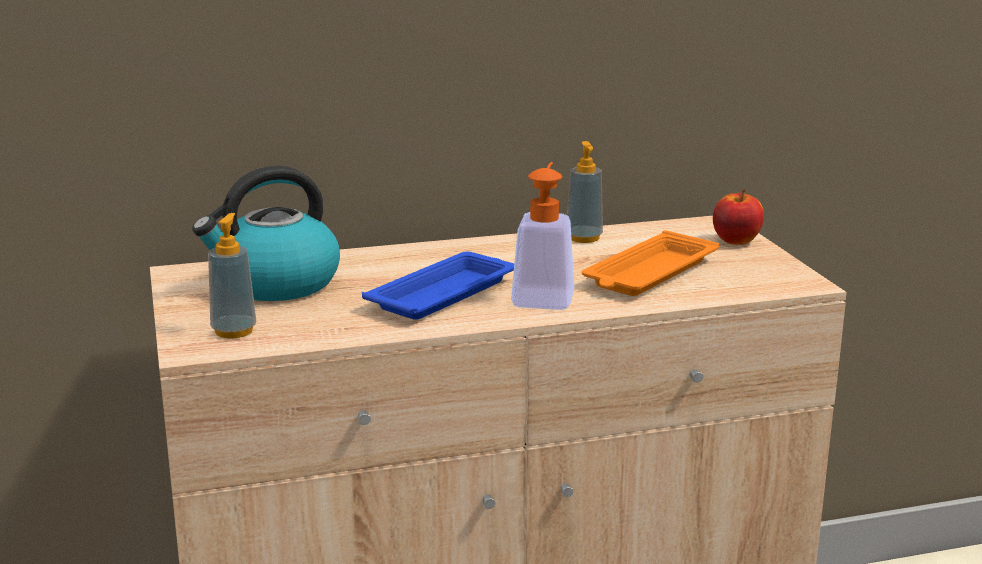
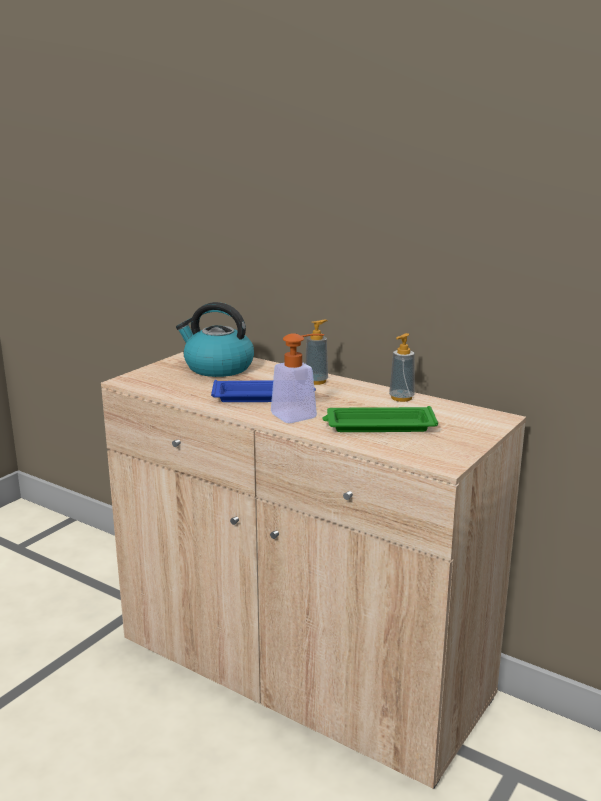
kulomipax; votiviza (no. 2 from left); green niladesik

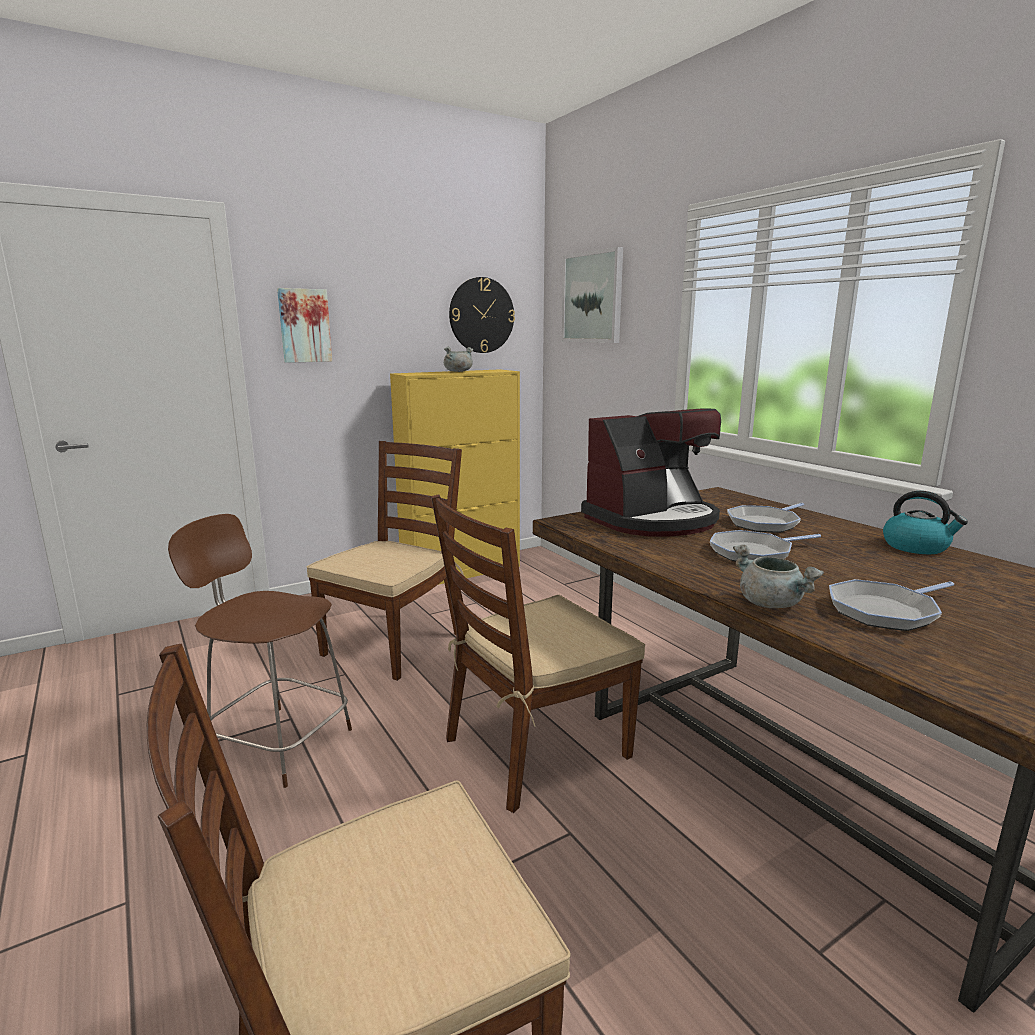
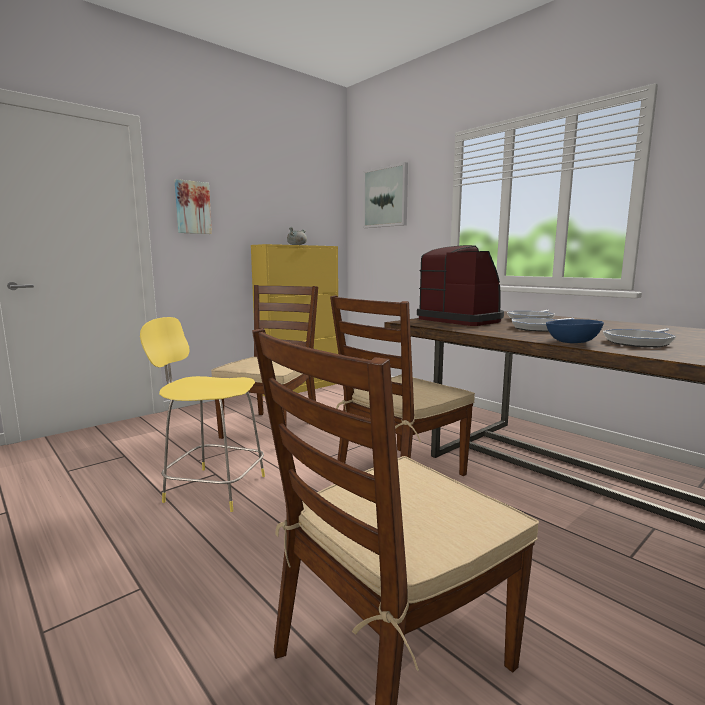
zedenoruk; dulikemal; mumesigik; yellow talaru; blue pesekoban

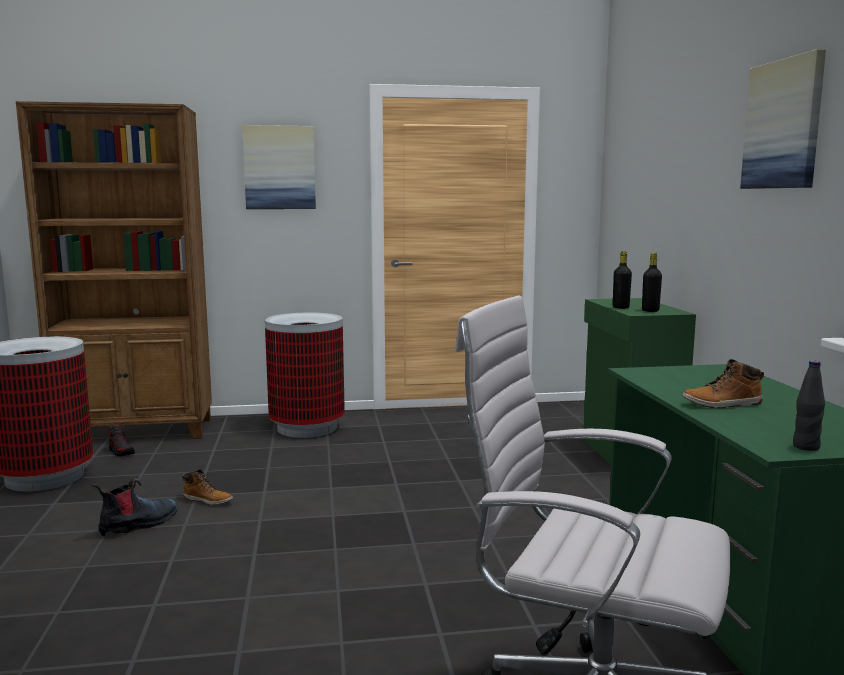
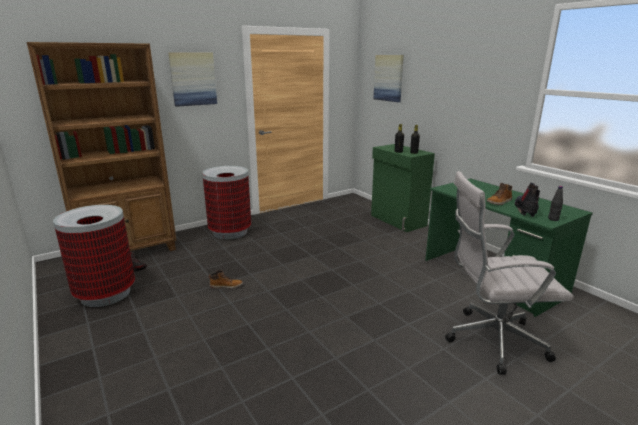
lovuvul (no. 2 from left); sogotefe (no. 3 from left)

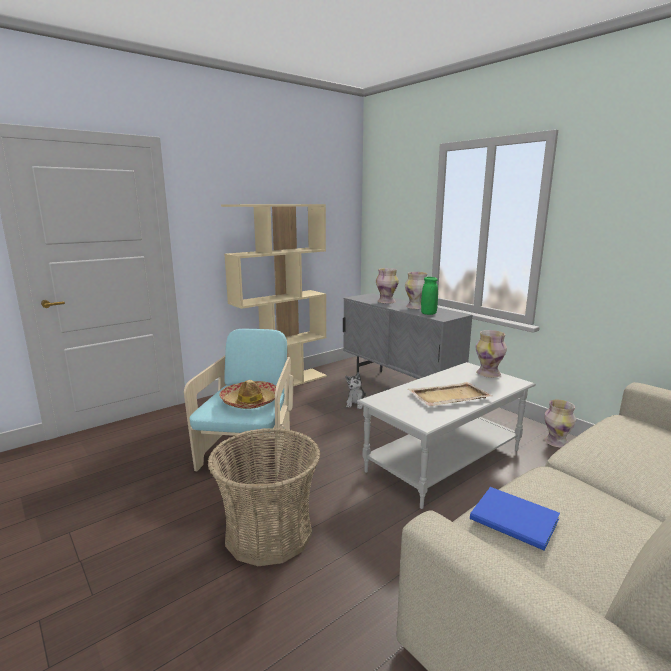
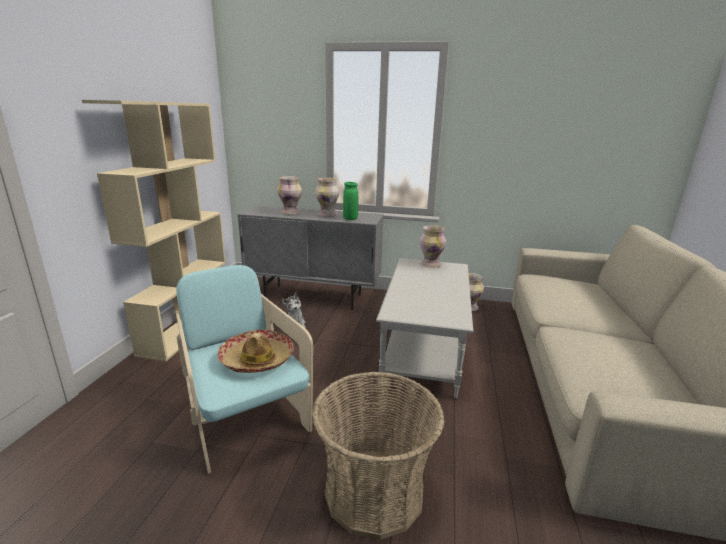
beige niladesik; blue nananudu

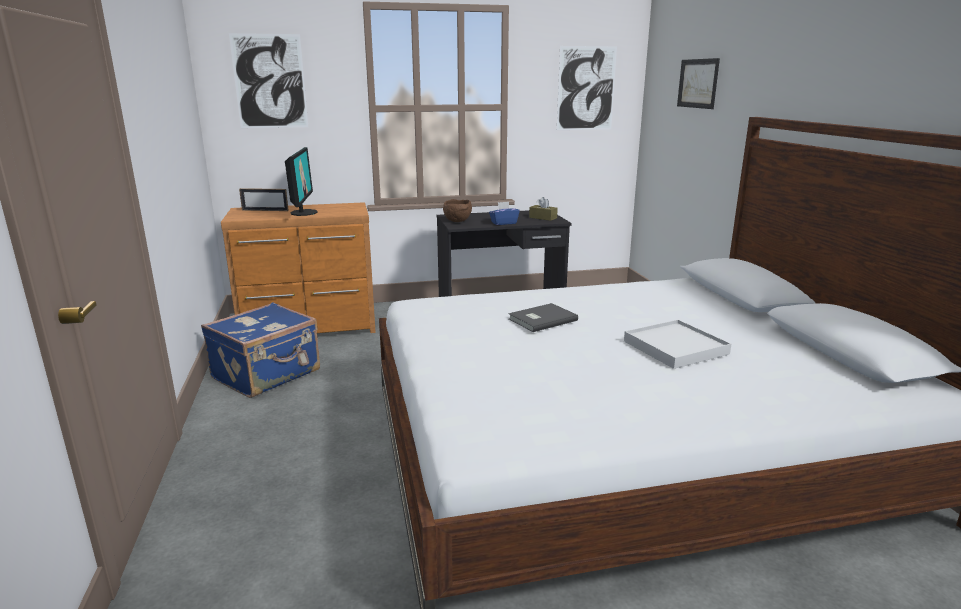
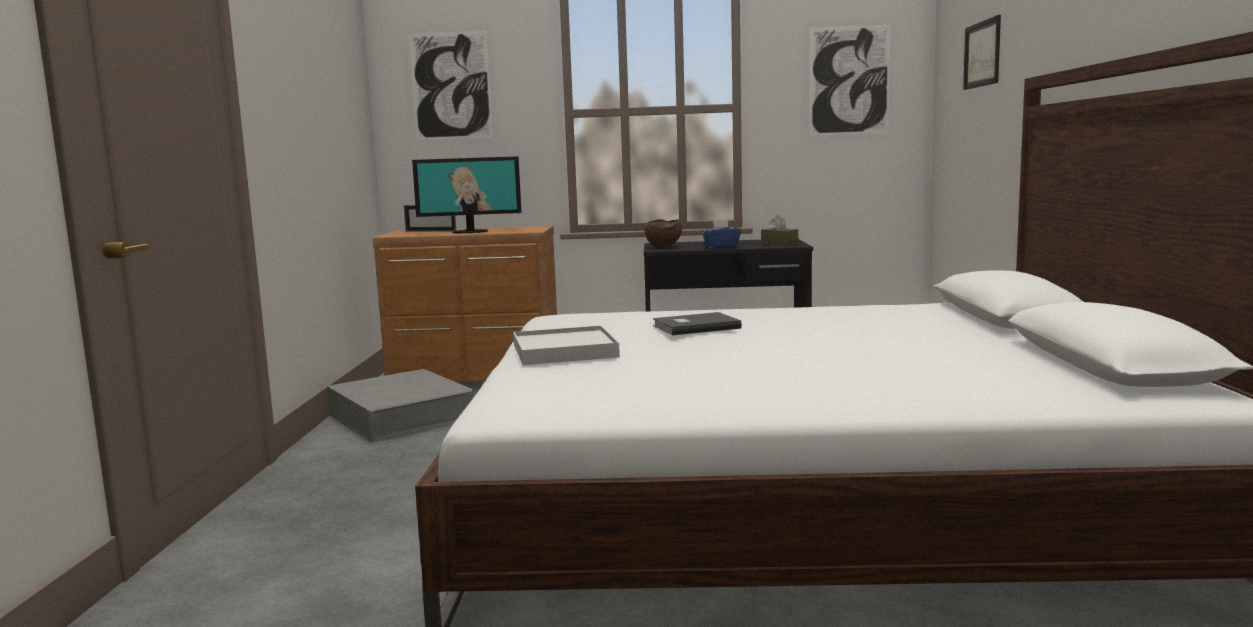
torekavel; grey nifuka; white niladesik

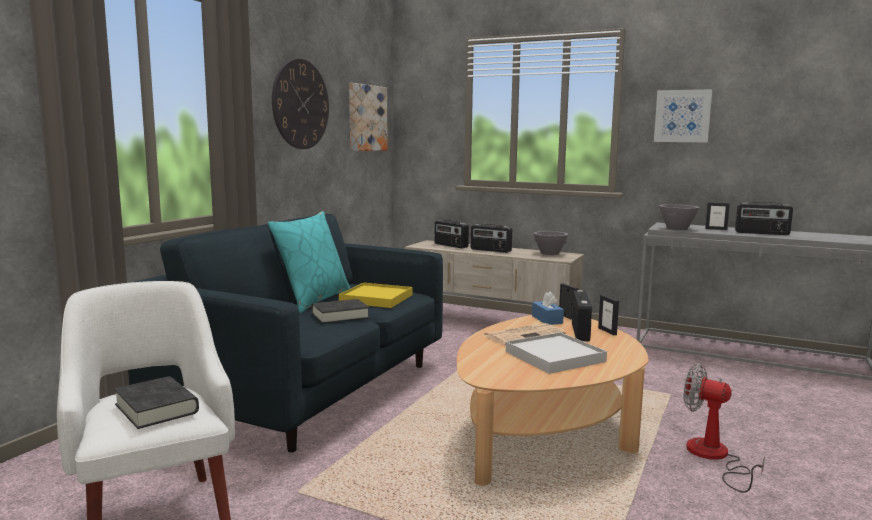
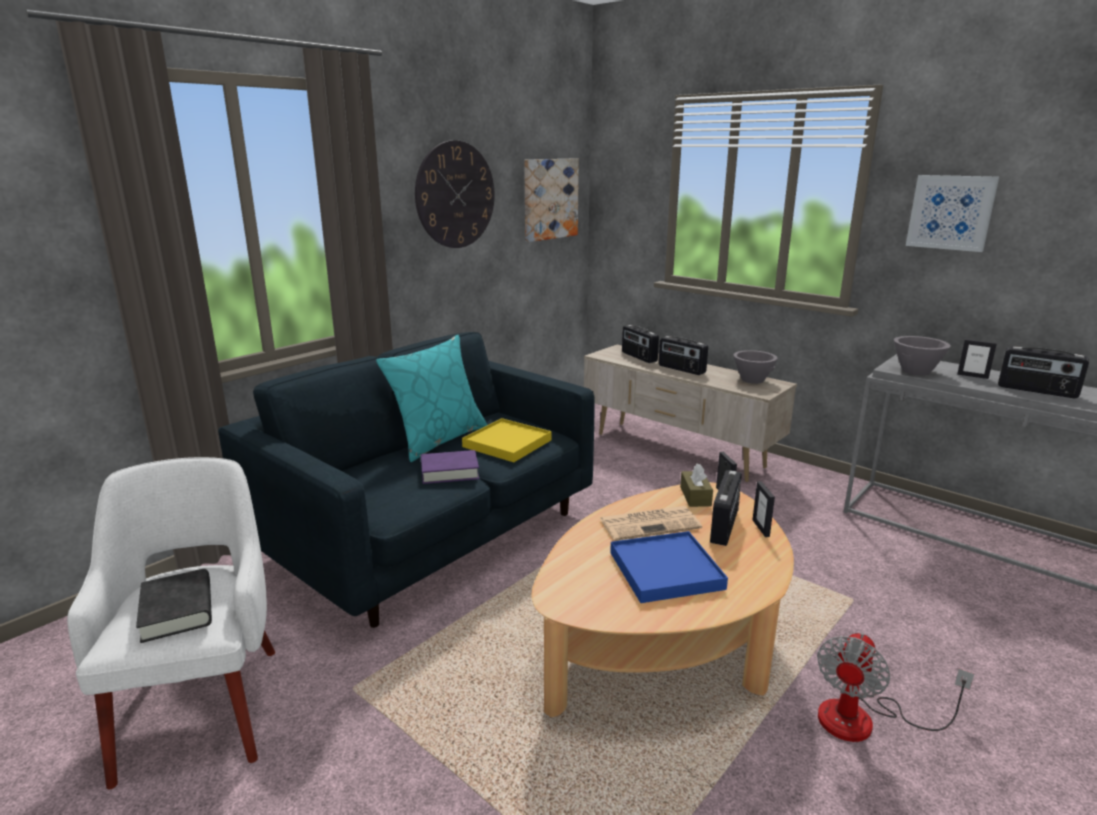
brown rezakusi; purple nananudu; blue niladesik; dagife

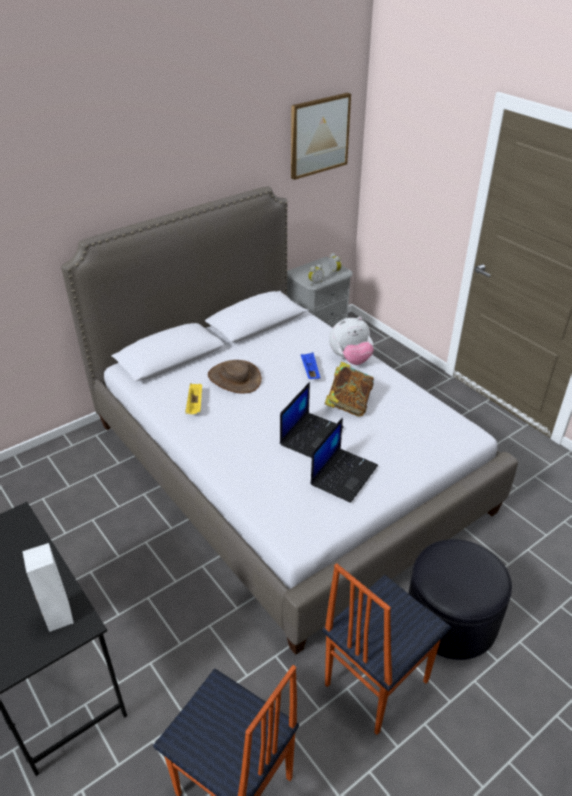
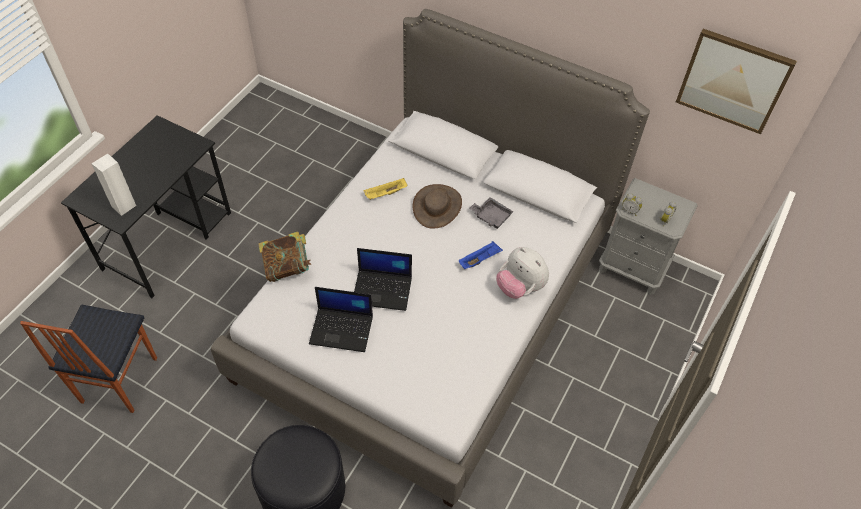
nananudu; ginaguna (no. 2 from left in the first image); grey niladesik

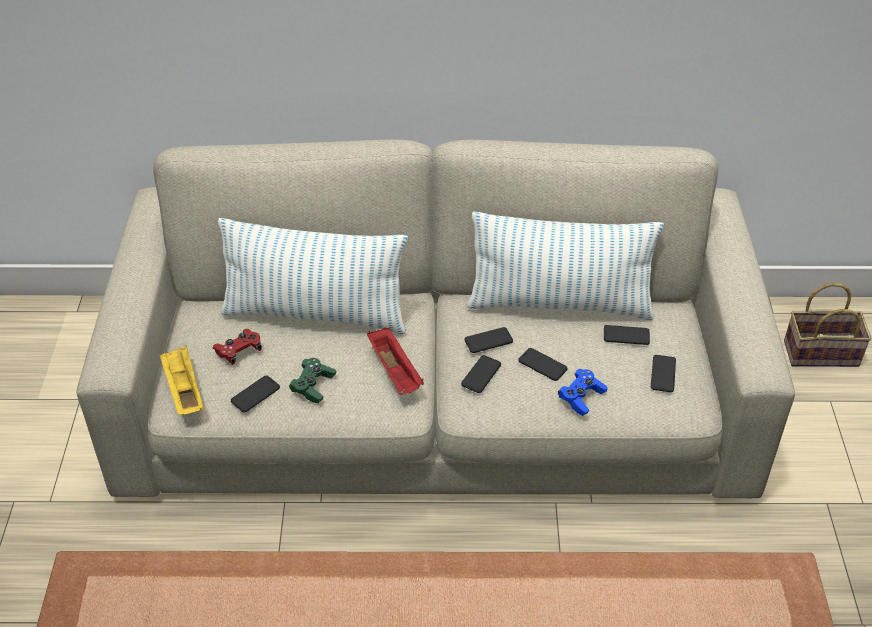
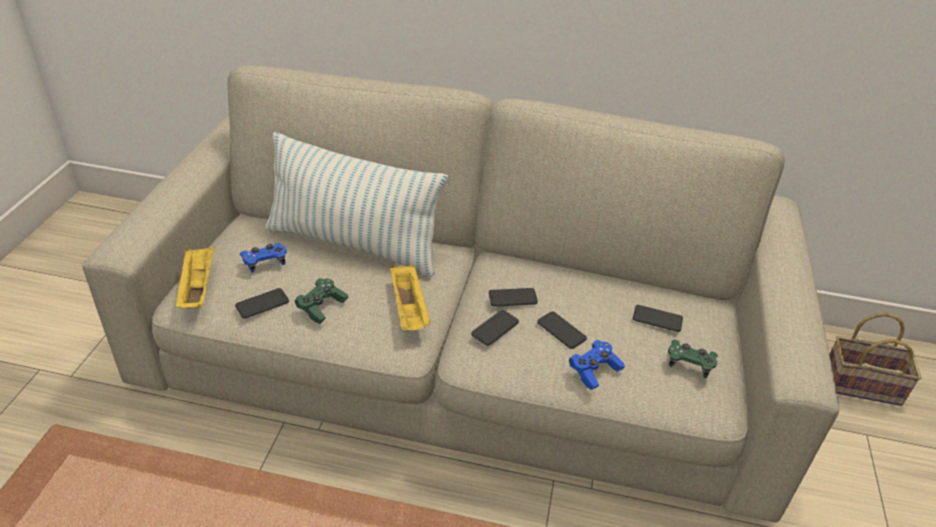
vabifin (no. 2 from left in the first image); yellow niladesik (no. 2 from left); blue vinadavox (no. 1 from left); green vinadavox (no. 2 from left)

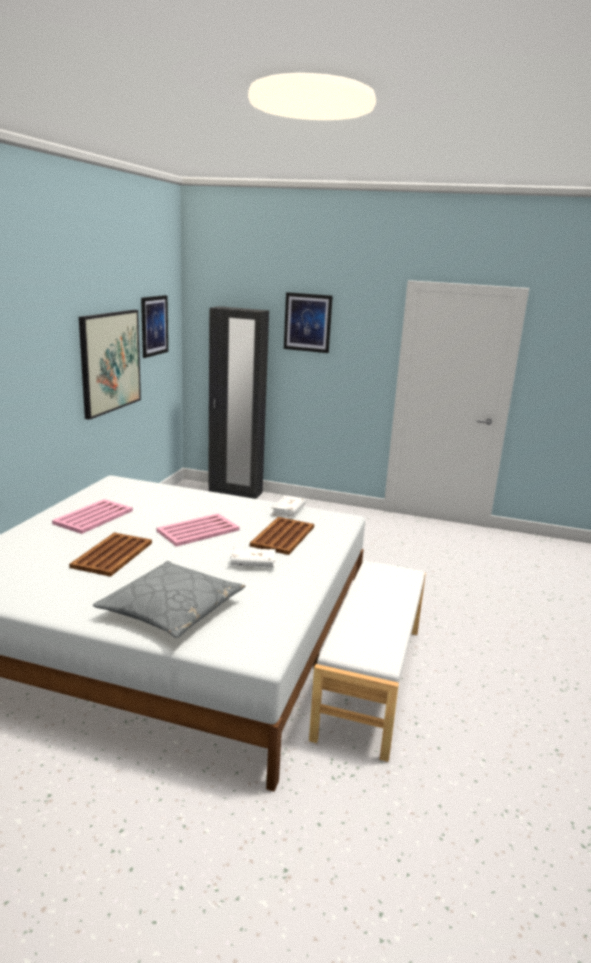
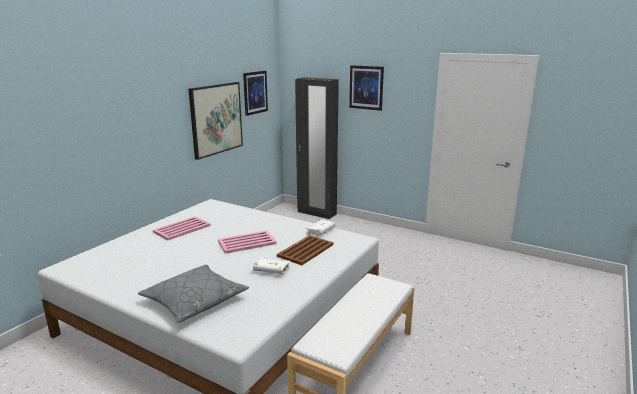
brown niladesik (no. 1 from left in the first image)

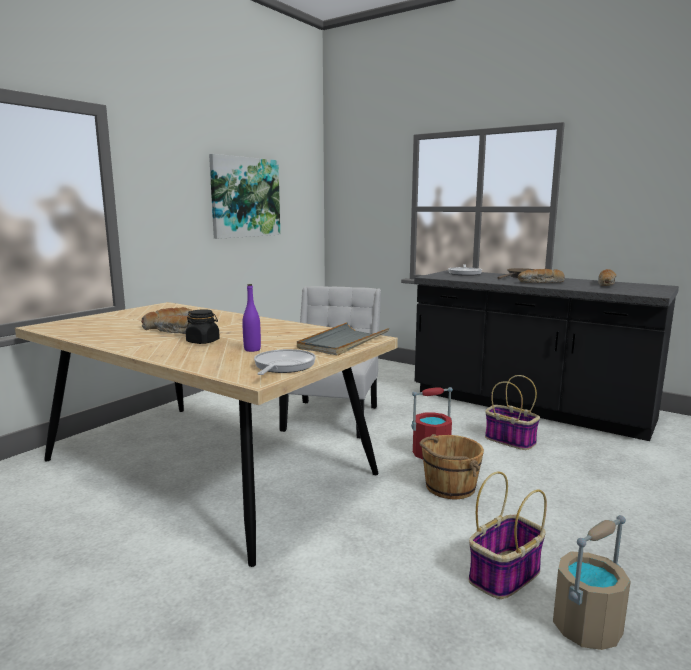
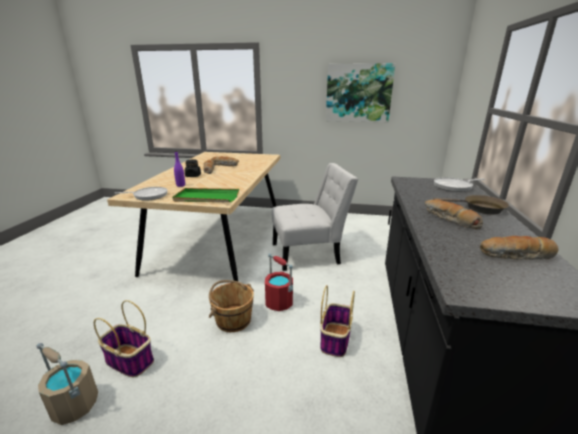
green niladesik

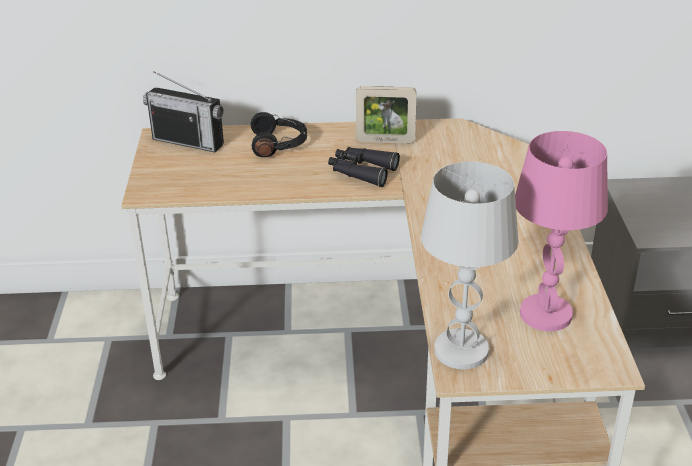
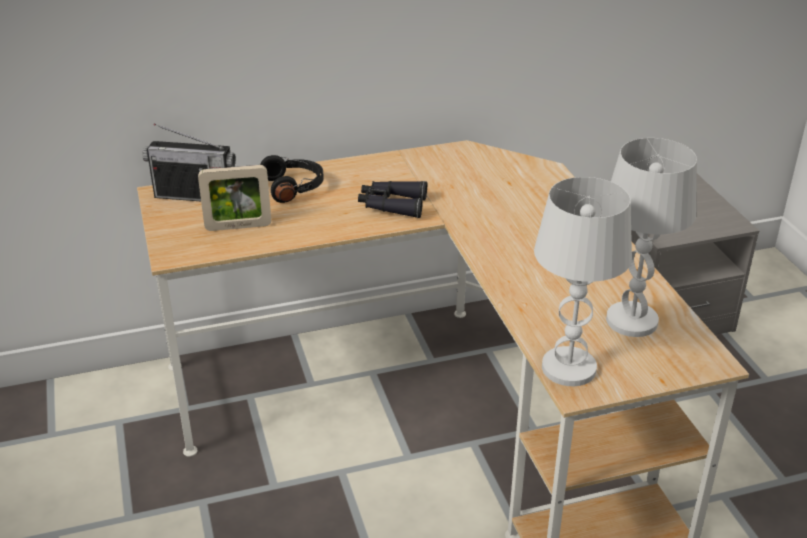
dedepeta; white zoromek (no. 2 from left)

